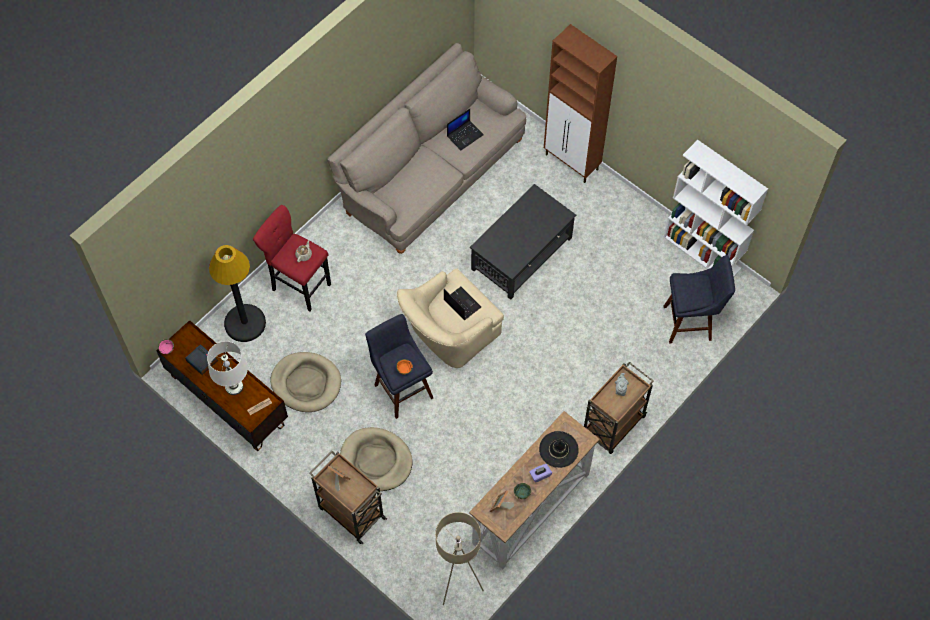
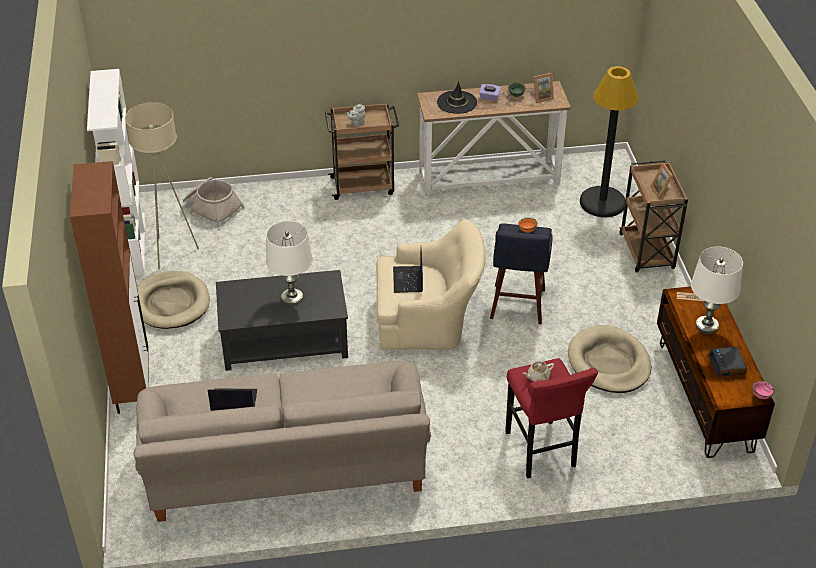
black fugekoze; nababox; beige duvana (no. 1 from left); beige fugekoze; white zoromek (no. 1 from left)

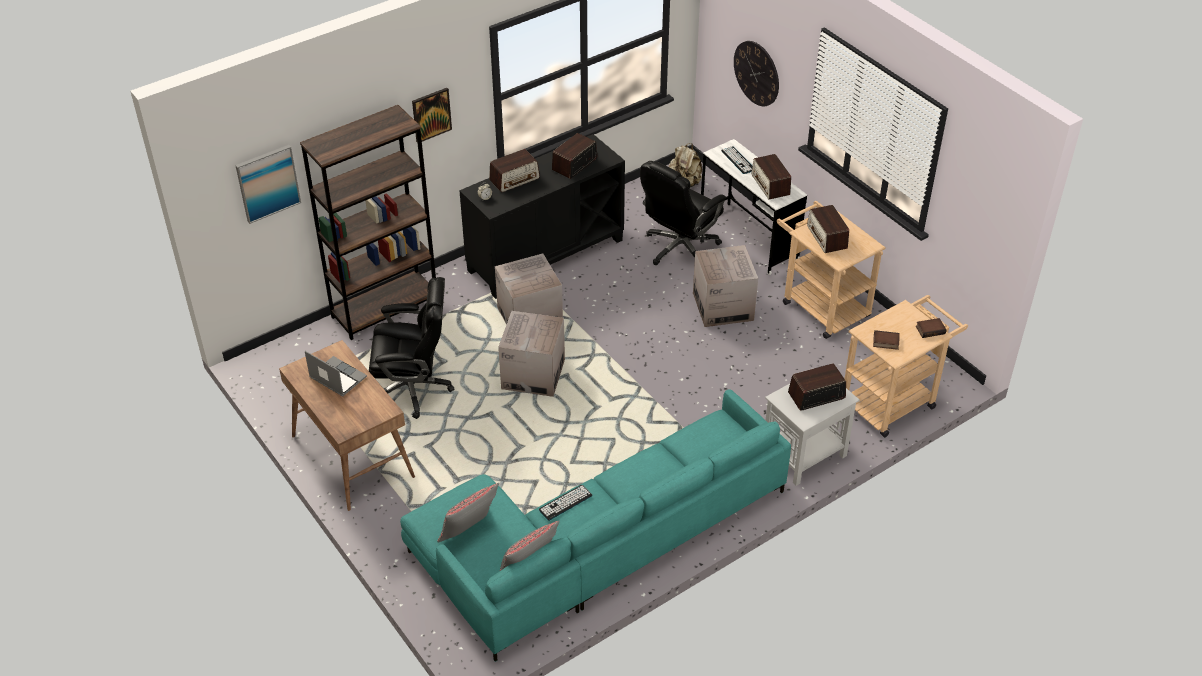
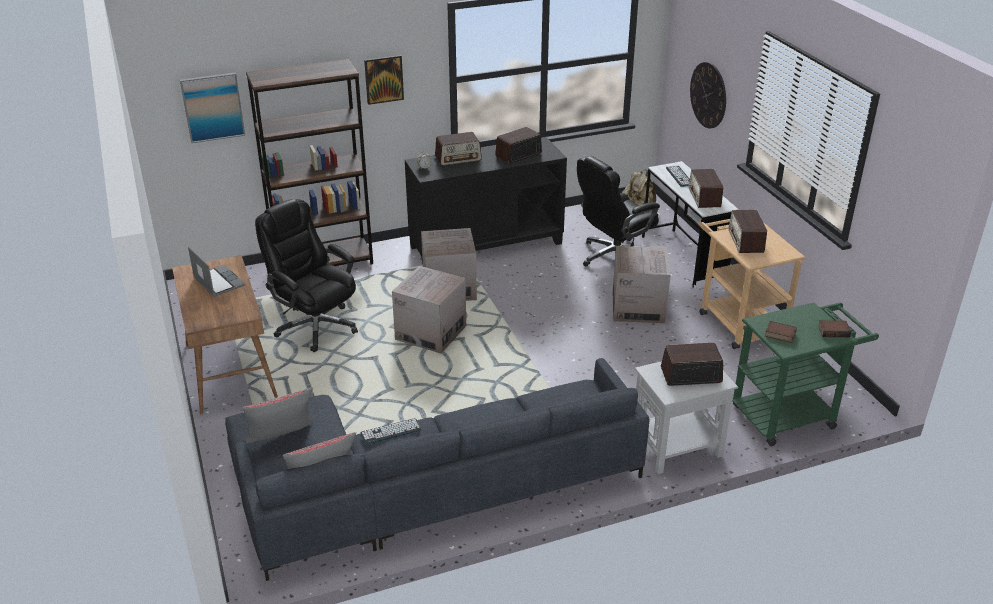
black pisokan (no. 1 from left); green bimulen; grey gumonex

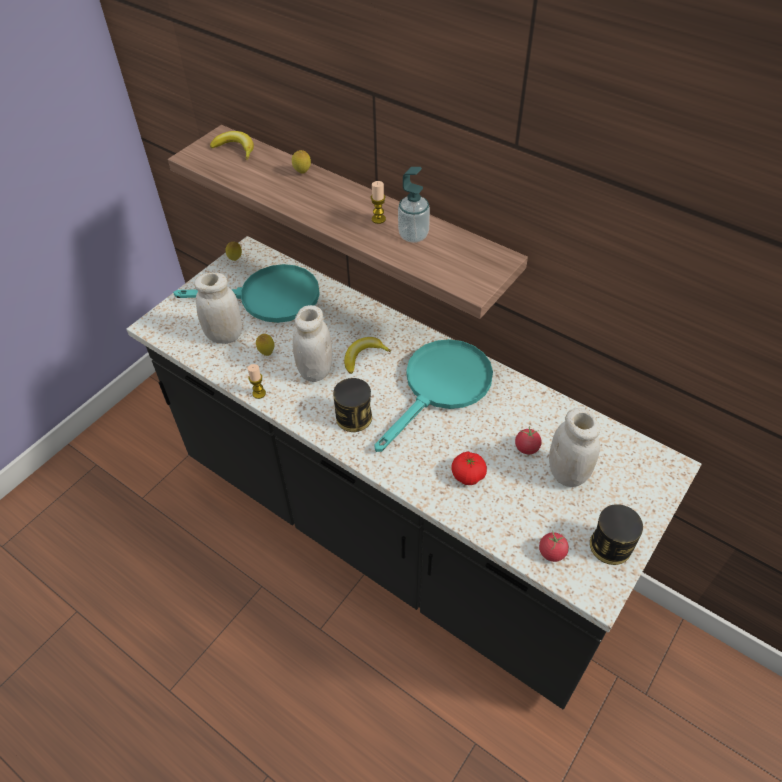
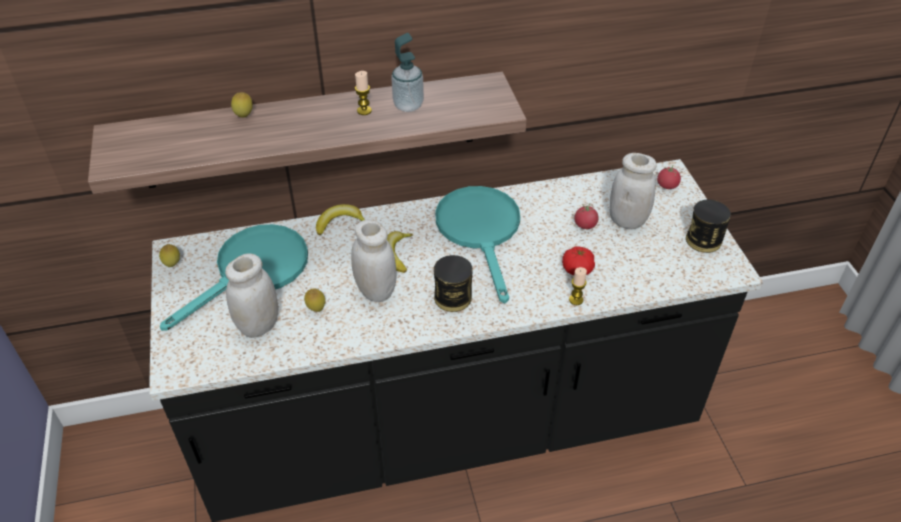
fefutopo (no. 1 from left); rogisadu (no. 2 from left); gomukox (no. 3 from left)

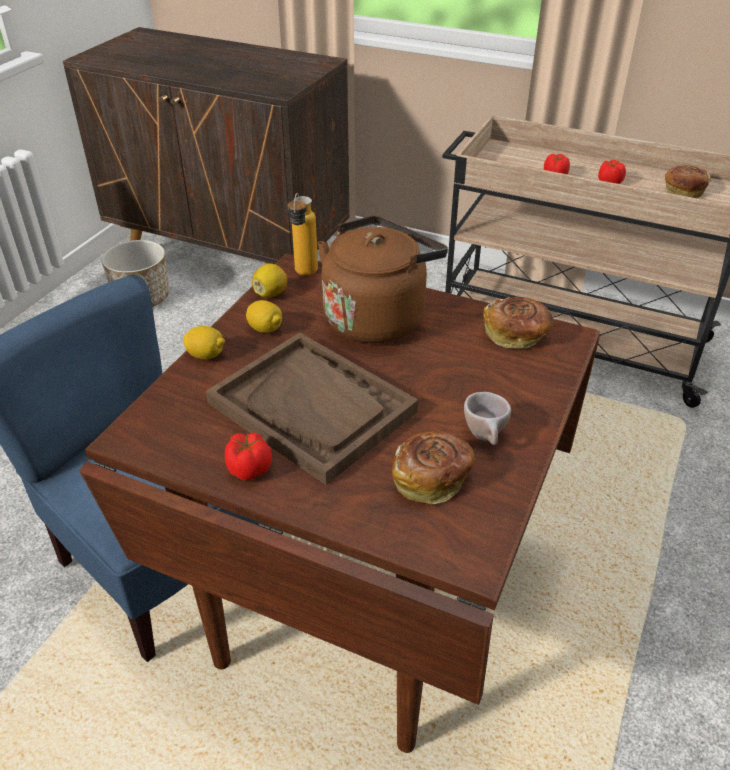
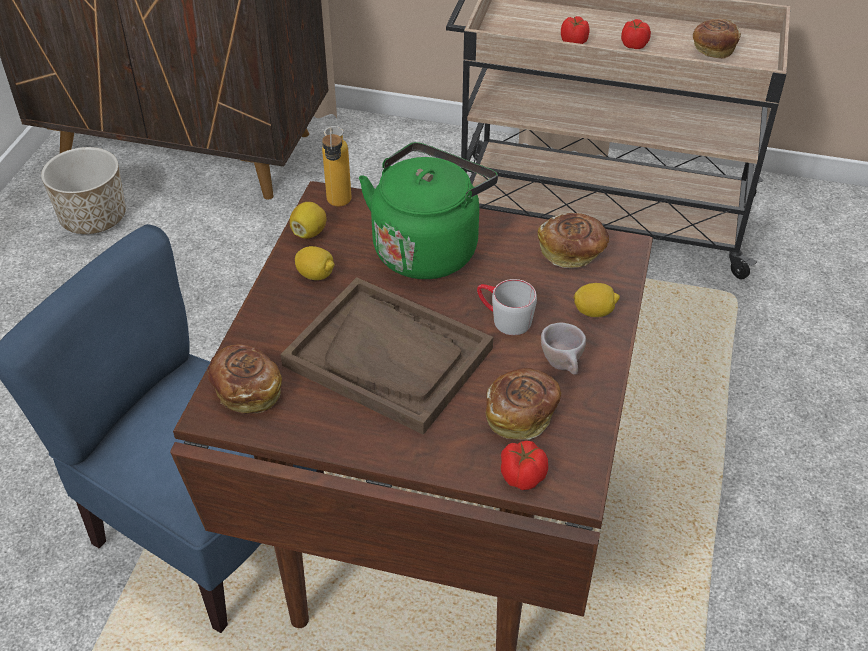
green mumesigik; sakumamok (no. 3 from left); gomukox (no. 1 from left); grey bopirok; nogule (no. 1 from left)

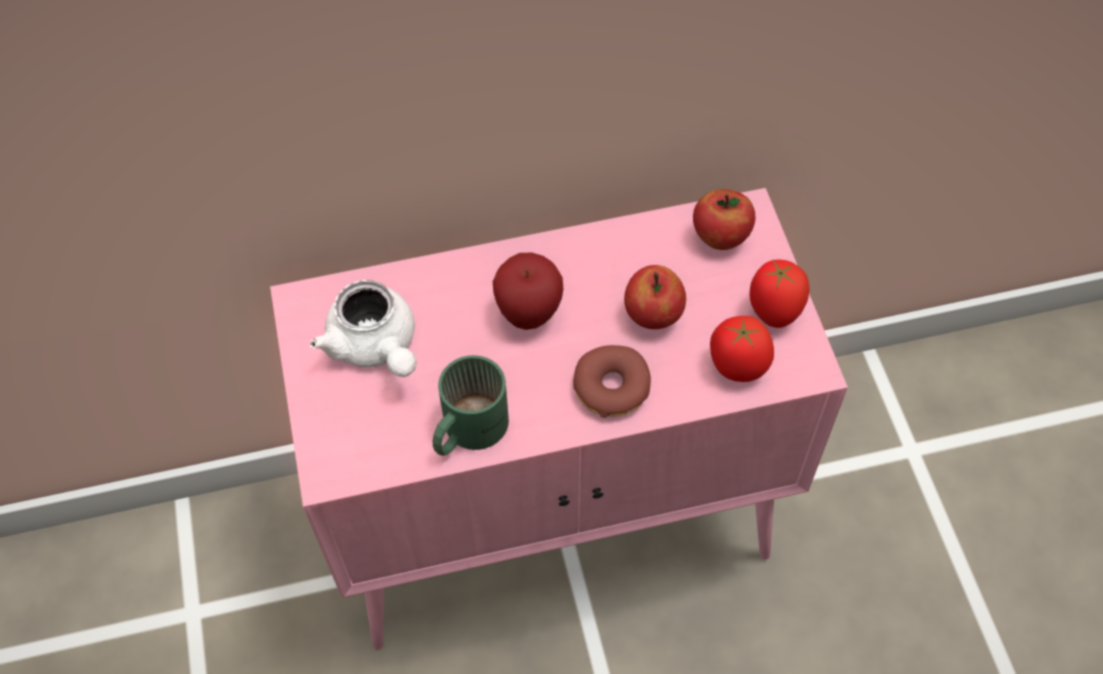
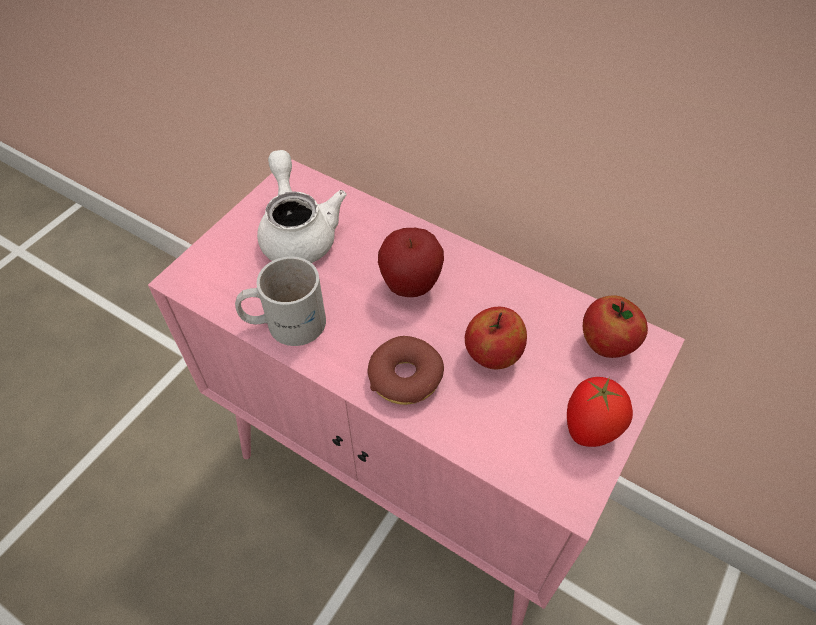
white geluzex; gomukox (no. 1 from left in the first image); white bopirok

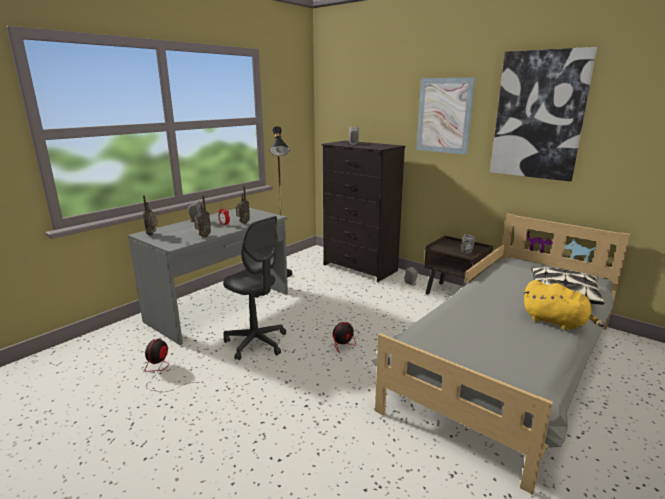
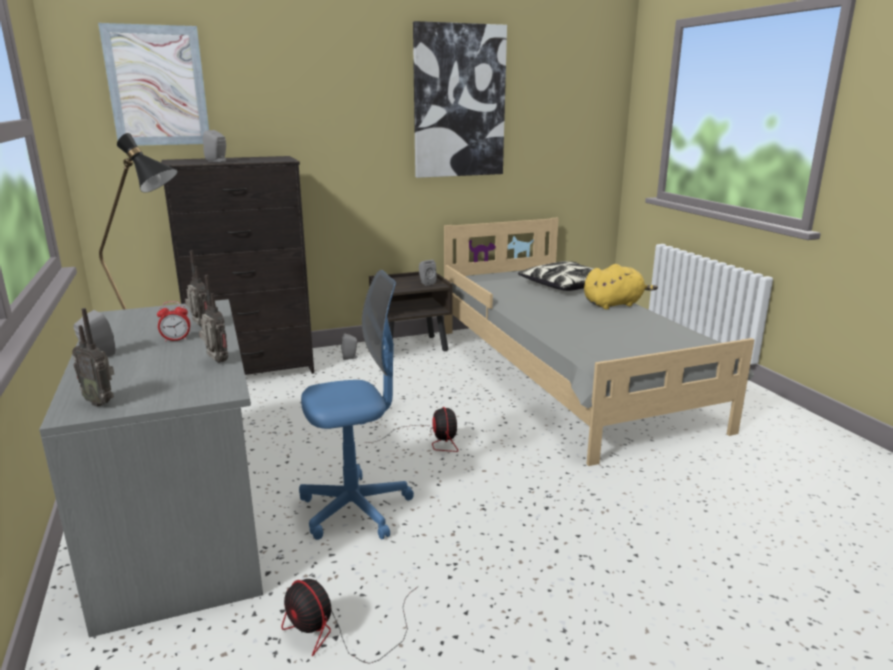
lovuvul (no. 1 from left); blue pisokan

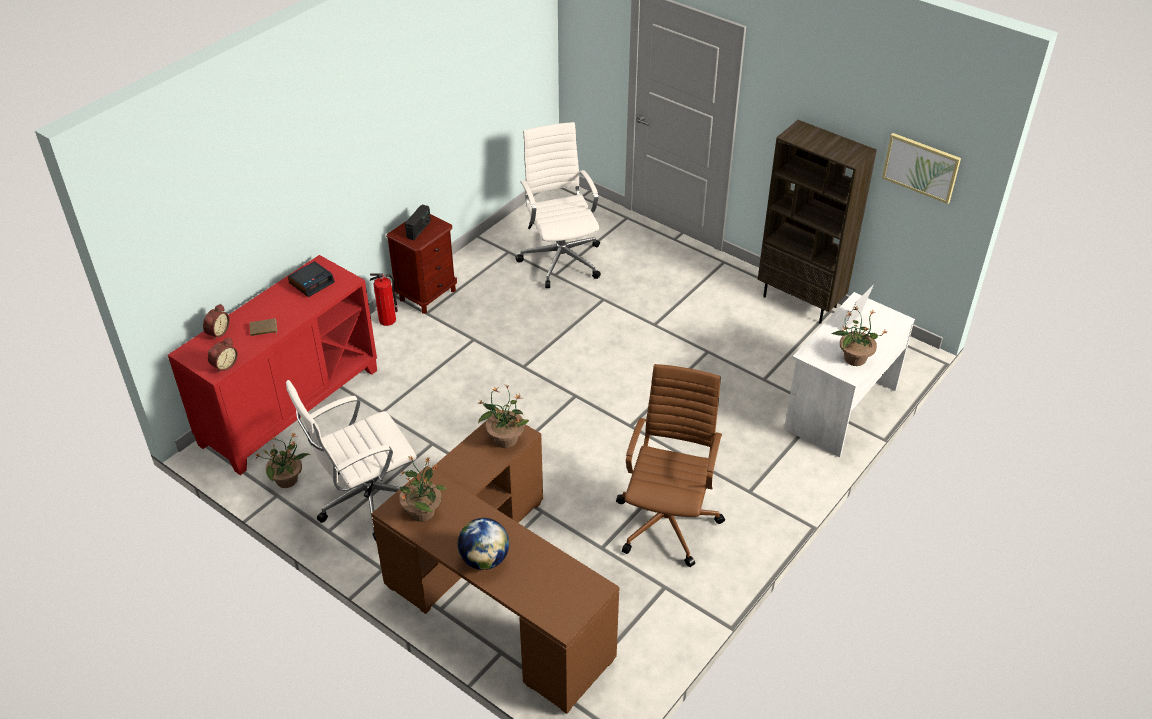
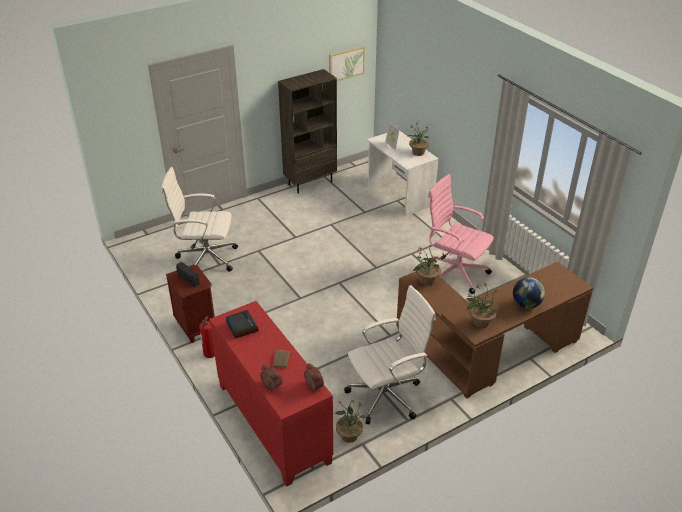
pink pisokan; white pisokan (no. 2 from left)

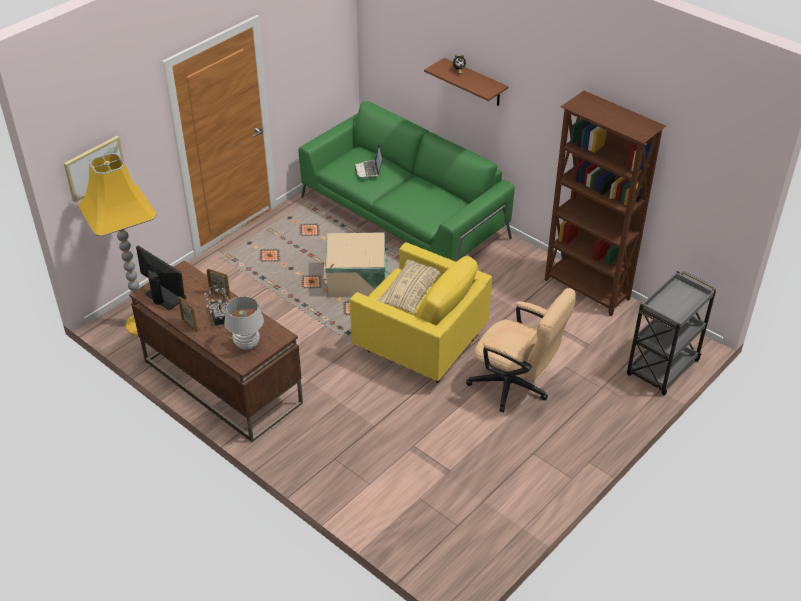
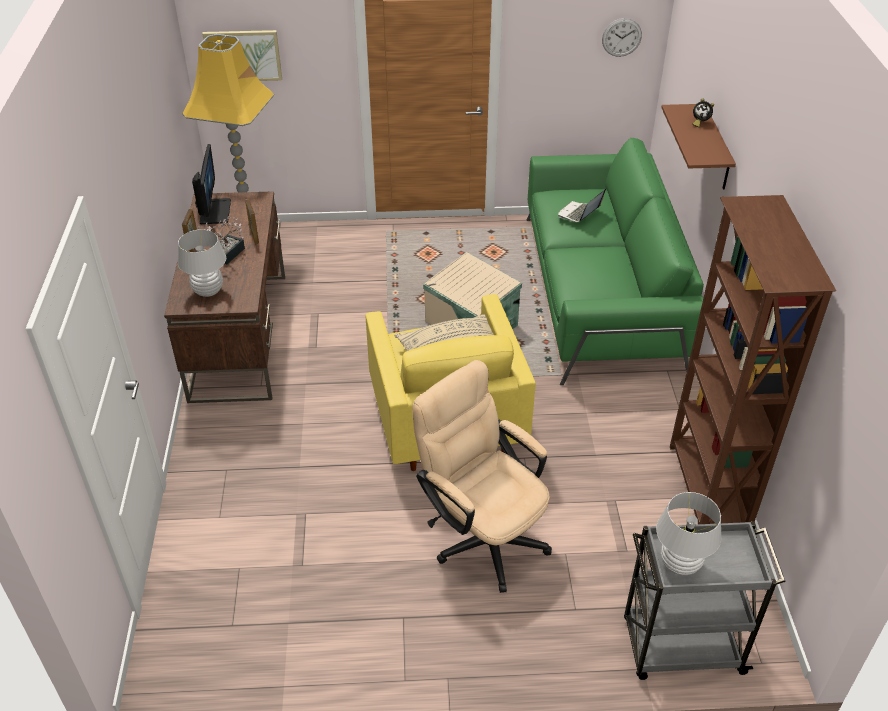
beige pisokan; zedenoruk; white zoromek (no. 2 from left)

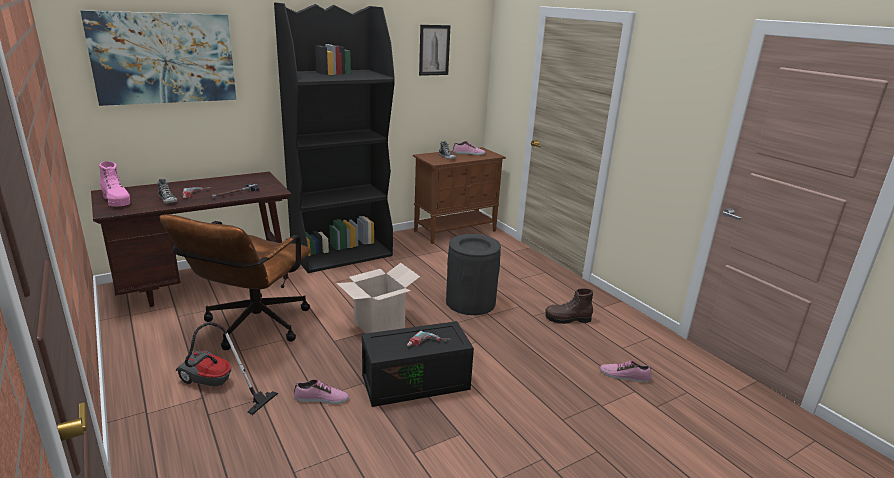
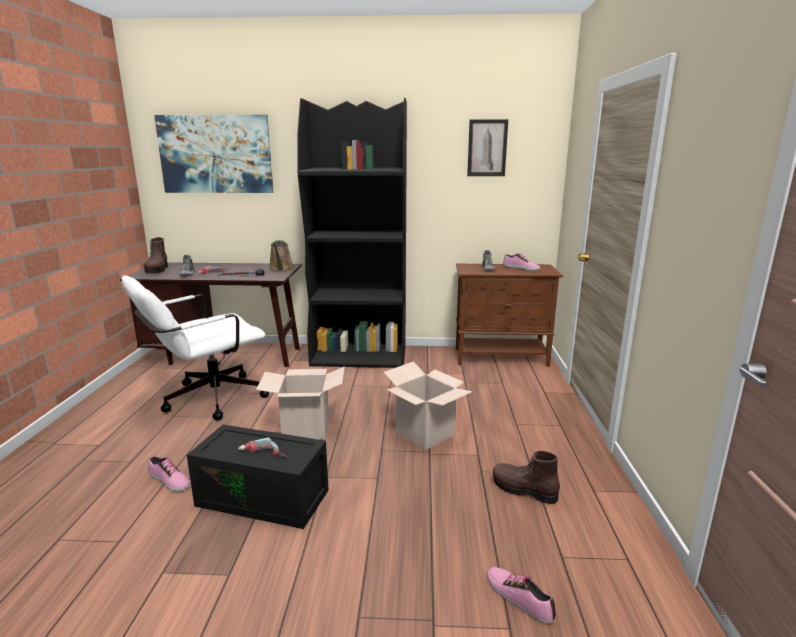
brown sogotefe (no. 1 from left); white pisokan; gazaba (no. 2 from left); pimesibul; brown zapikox

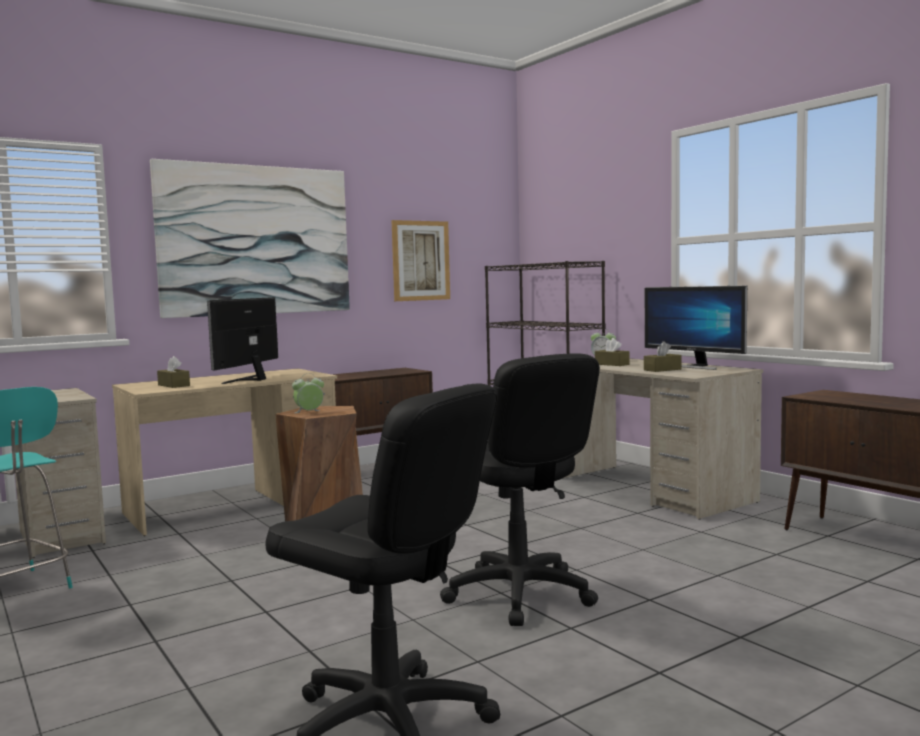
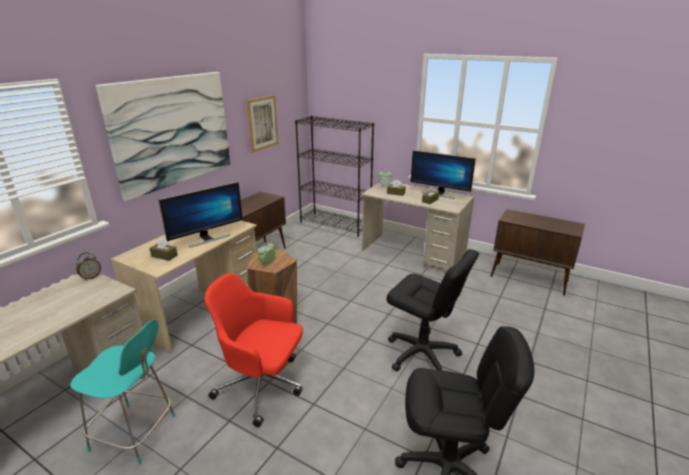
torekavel (no. 1 from left); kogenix (no. 1 from left); red pisokan

